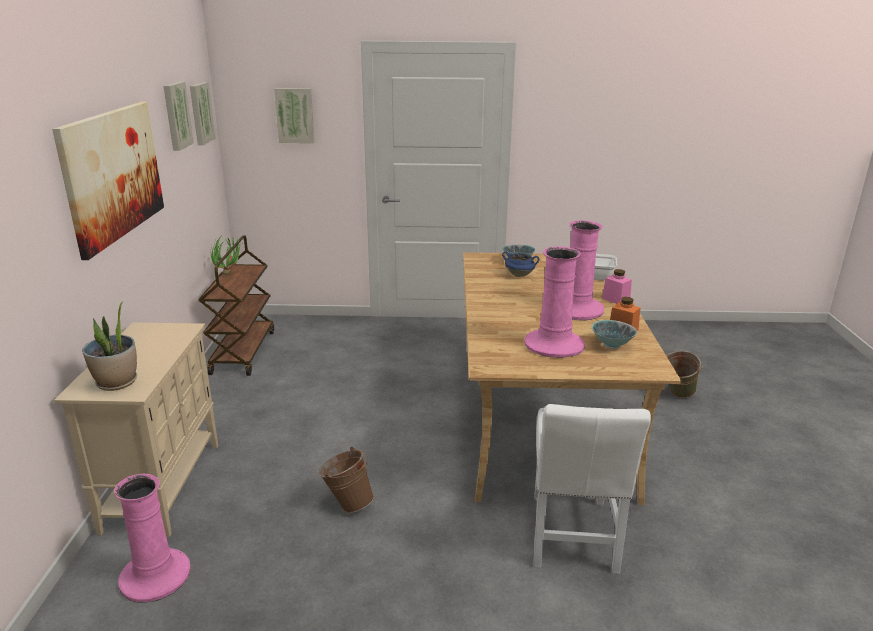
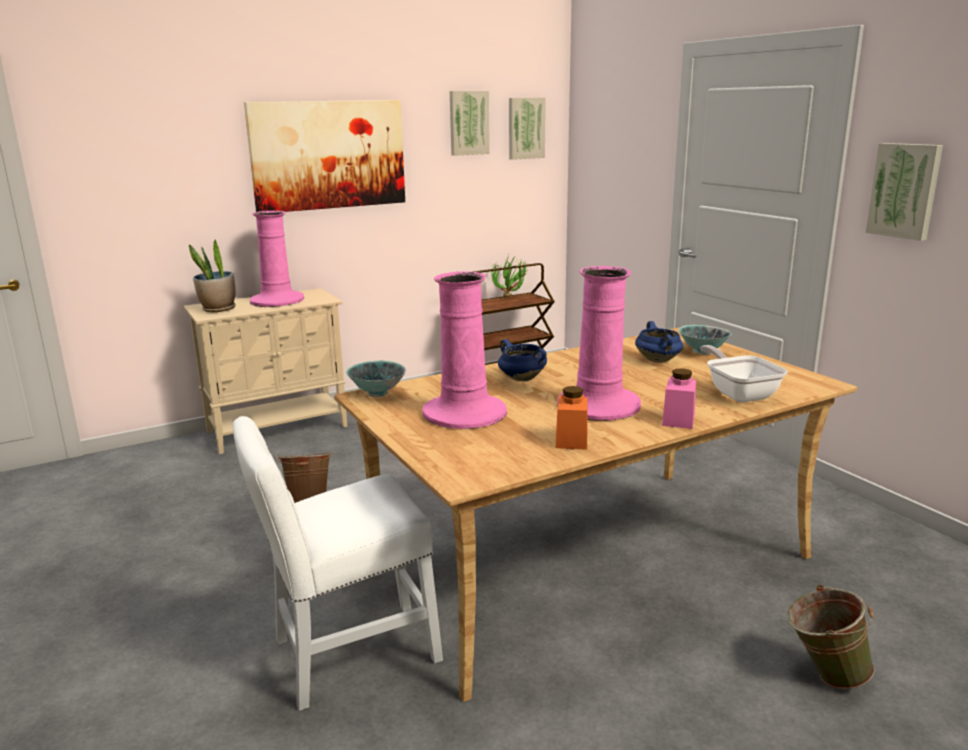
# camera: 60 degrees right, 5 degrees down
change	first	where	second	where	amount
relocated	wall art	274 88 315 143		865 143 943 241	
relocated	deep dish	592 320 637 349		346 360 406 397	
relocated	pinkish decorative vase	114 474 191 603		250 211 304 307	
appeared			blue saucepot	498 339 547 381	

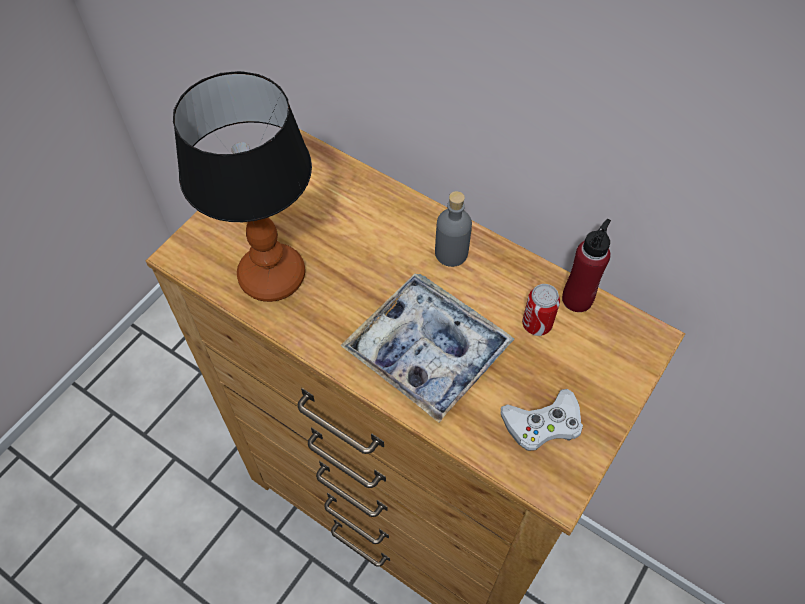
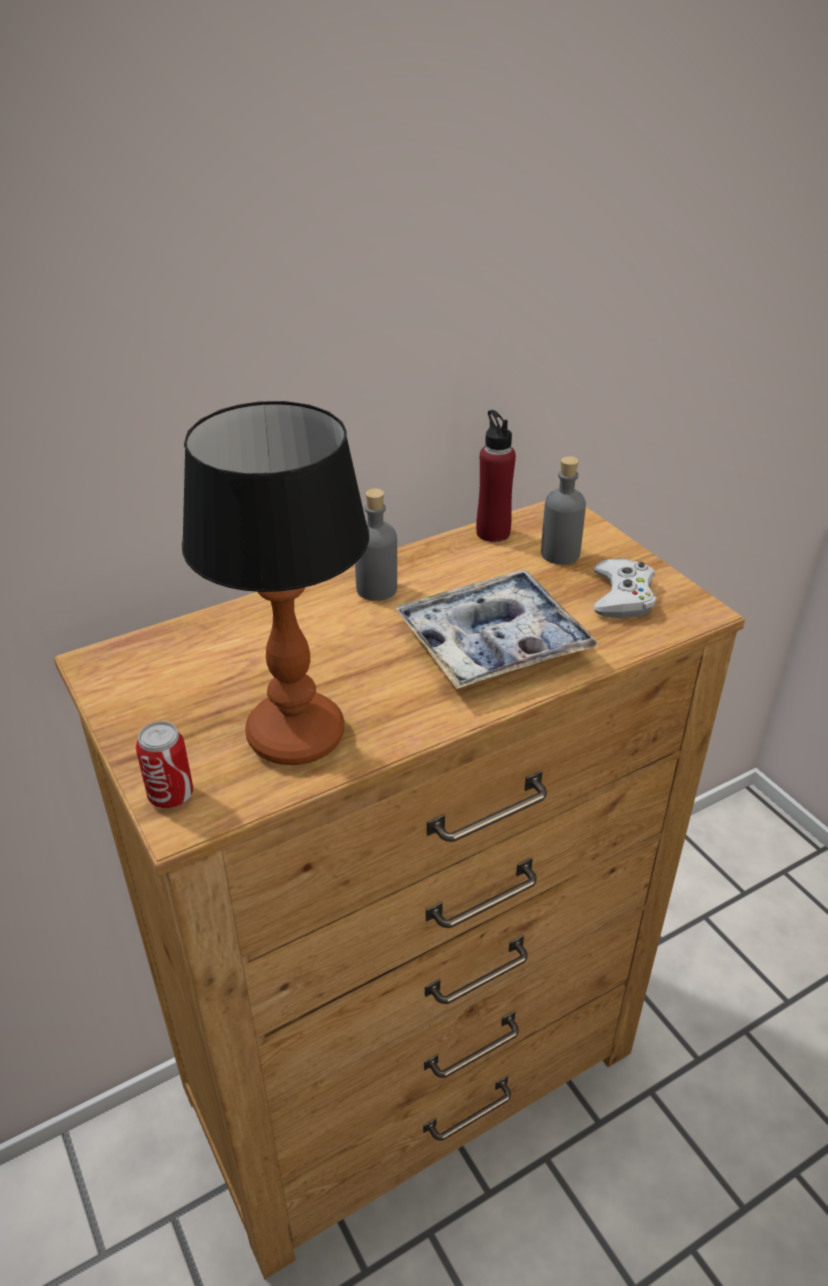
# camera: 65 degrees left, 20 degrees down
change	first	where	second	where	amount
relocated	sealed can	522 284 560 336		136 721 193 808	
appeared			greyish drink bottle	541 456 586 565	

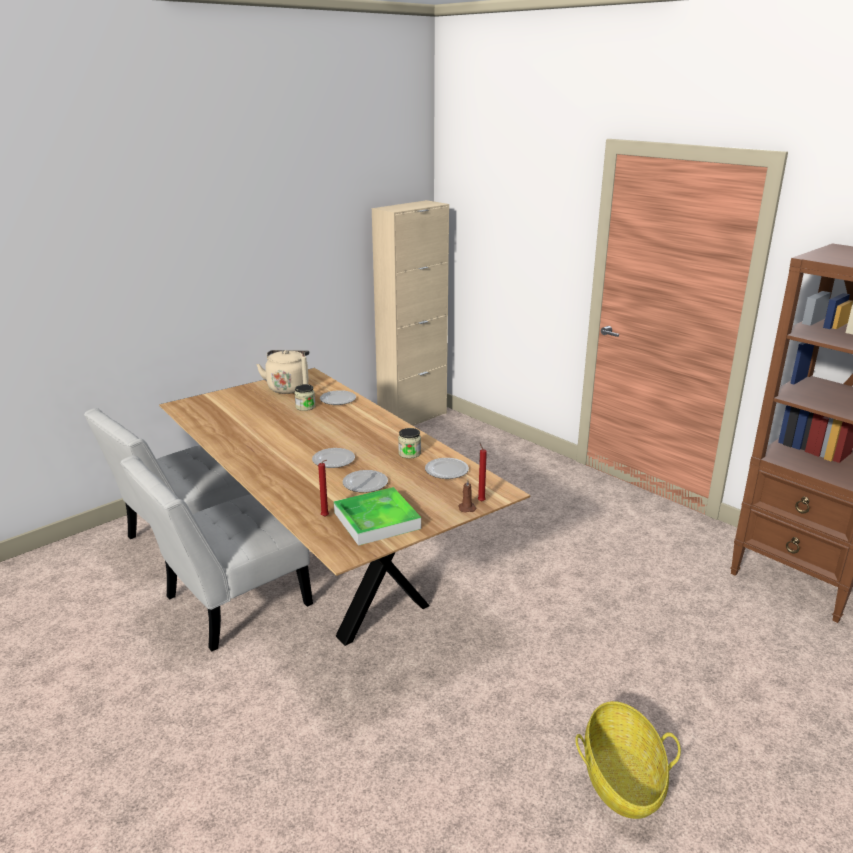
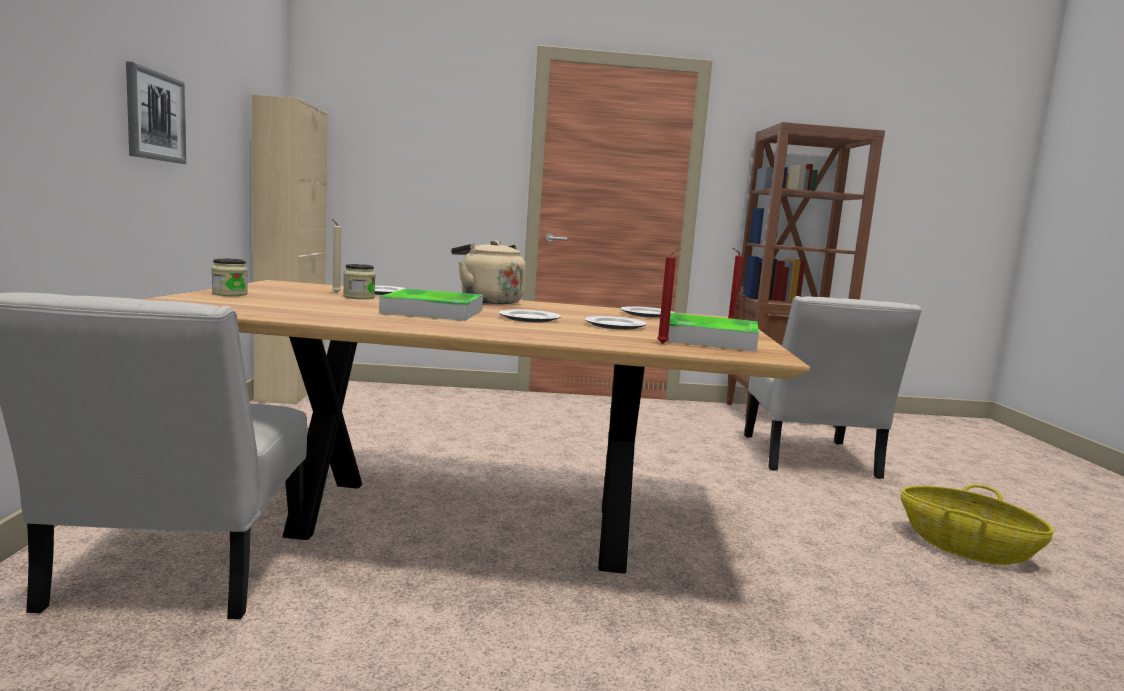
# camera: 50 degrees left, 15 degrees down
change	first	where	second	where	amount
relocated	beige water kettle	256 350 309 394		451 240 526 304	
relocated	preserve jar	398 428 421 459		212 258 248 296	
relocated	whitish chair	120 455 313 652		744 296 922 479	
appeared			wall art	126 61 187 164	
appeared			tray	379 289 483 321	

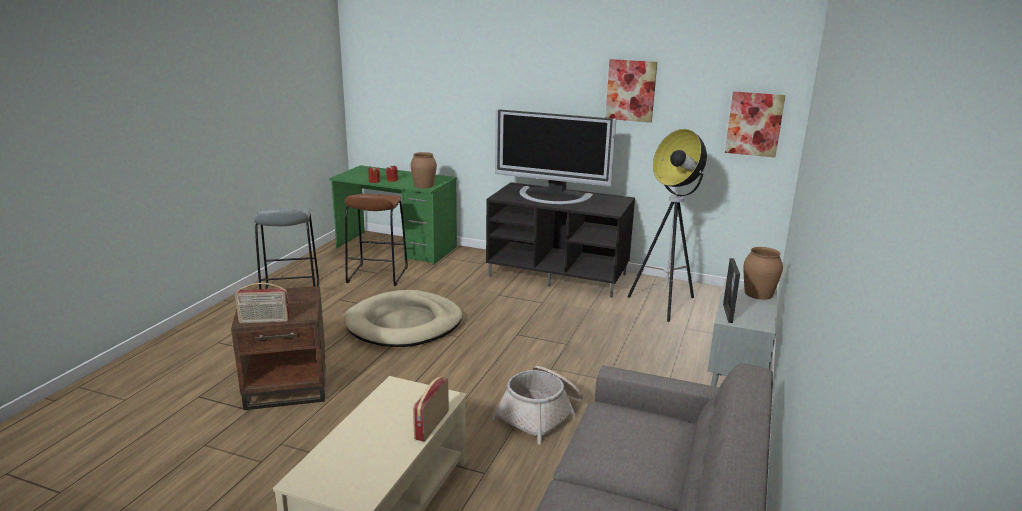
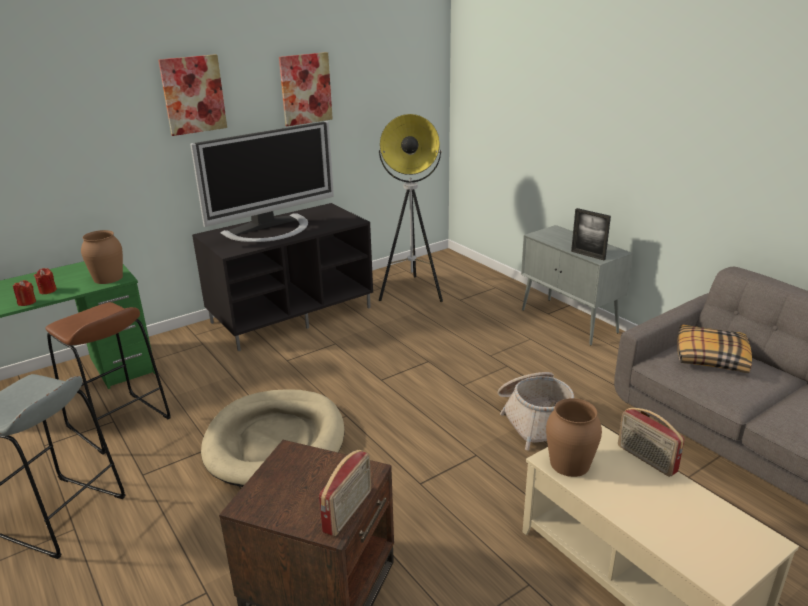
# camera: 55 degrees left, 5 degrees up
change	first	where	second	where	amount
relocated	wall art	725 91 786 158		158 54 227 136	
relocated	brownish decorative vase	744 247 783 300		546 398 602 477	
appeared			cushion	677 325 752 373	

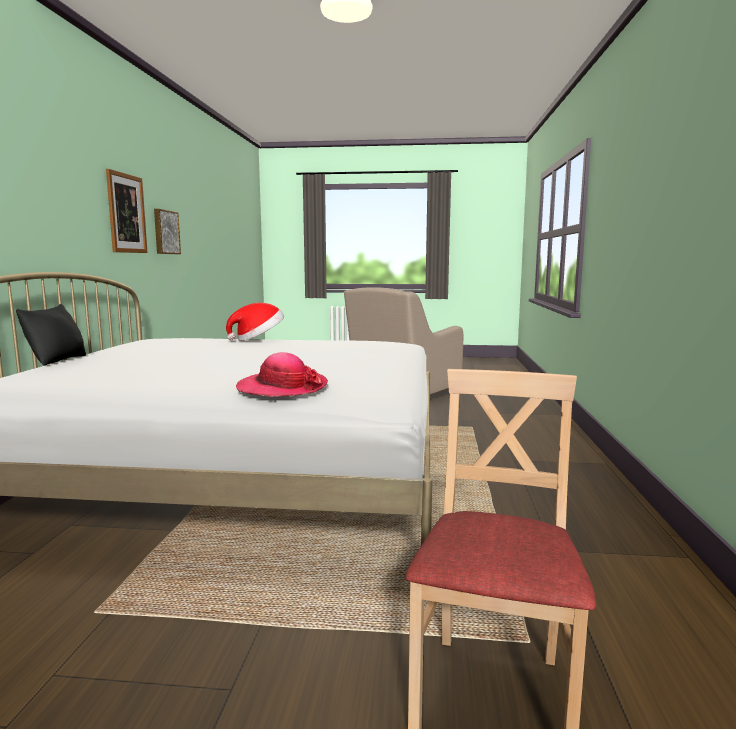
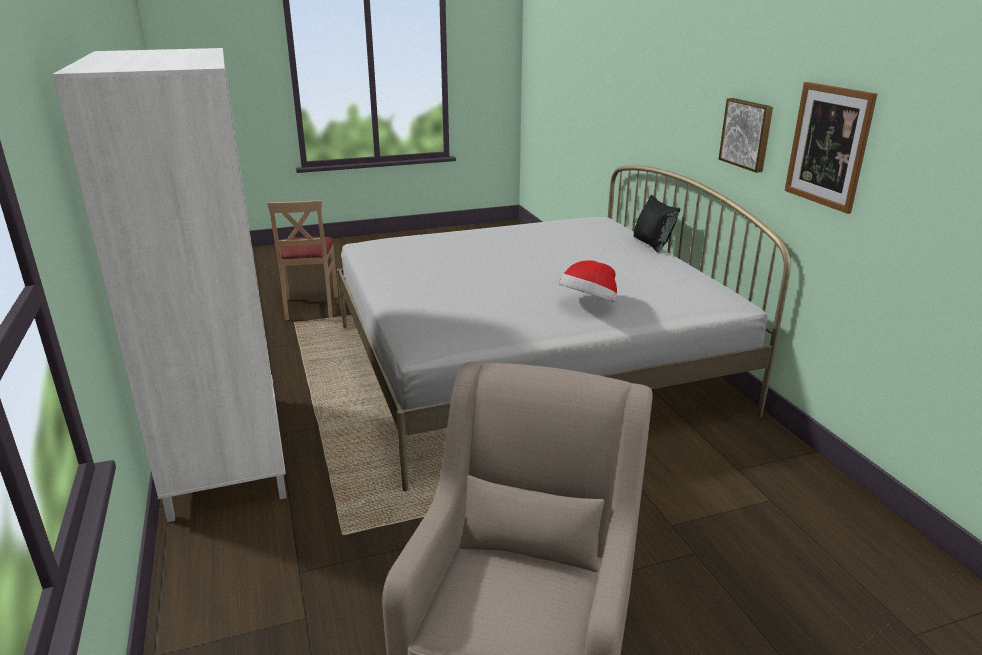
# camera: 155 degrees right, 15 degrees up
change	first	where	second	where	amount
relocated	wall art	154 209 181 254		719 98 773 173	
missing	wearable hat	236 352 328 397			
appeared			whitish armoire	52 48 287 522	

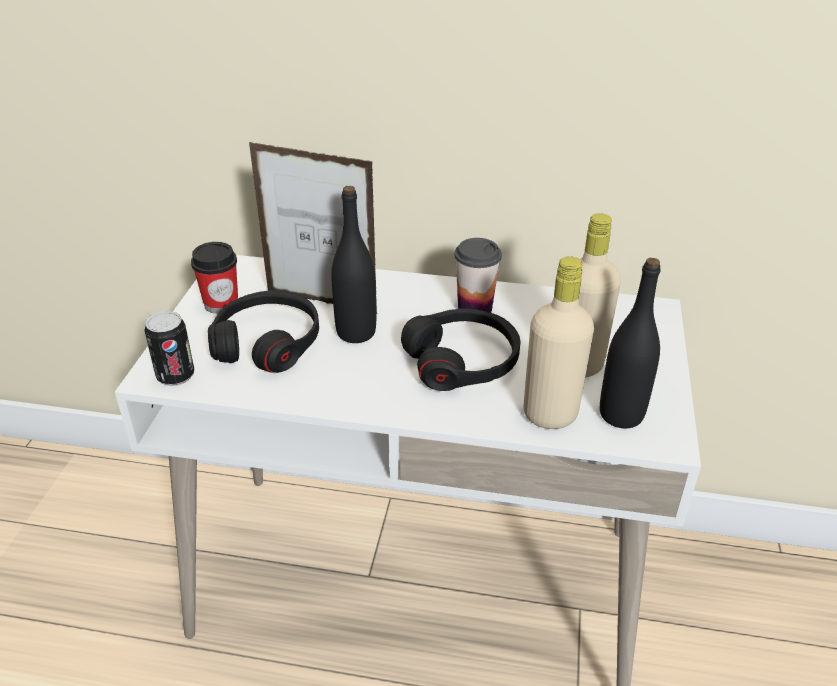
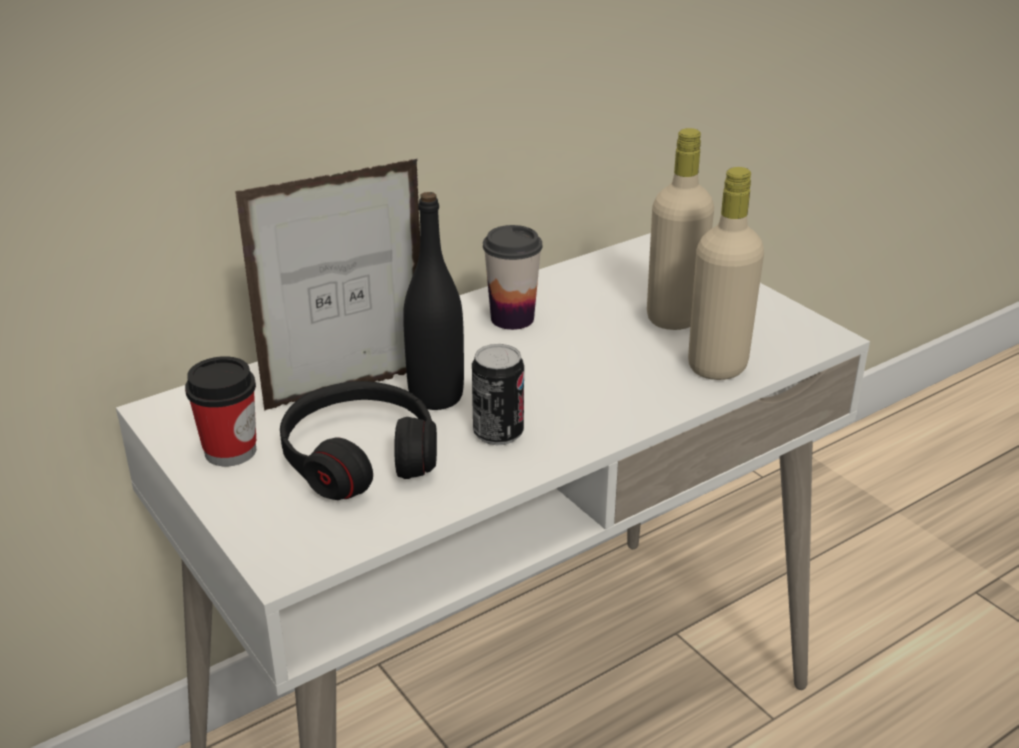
# camera: 45 degrees left, 5 degrees down
change	first	where	second	where	amount
missing	black drink bottle	600 258 661 428			
missing	black headset	401 309 520 391			
relocated	sealed can	144 311 194 386		472 344 524 445	

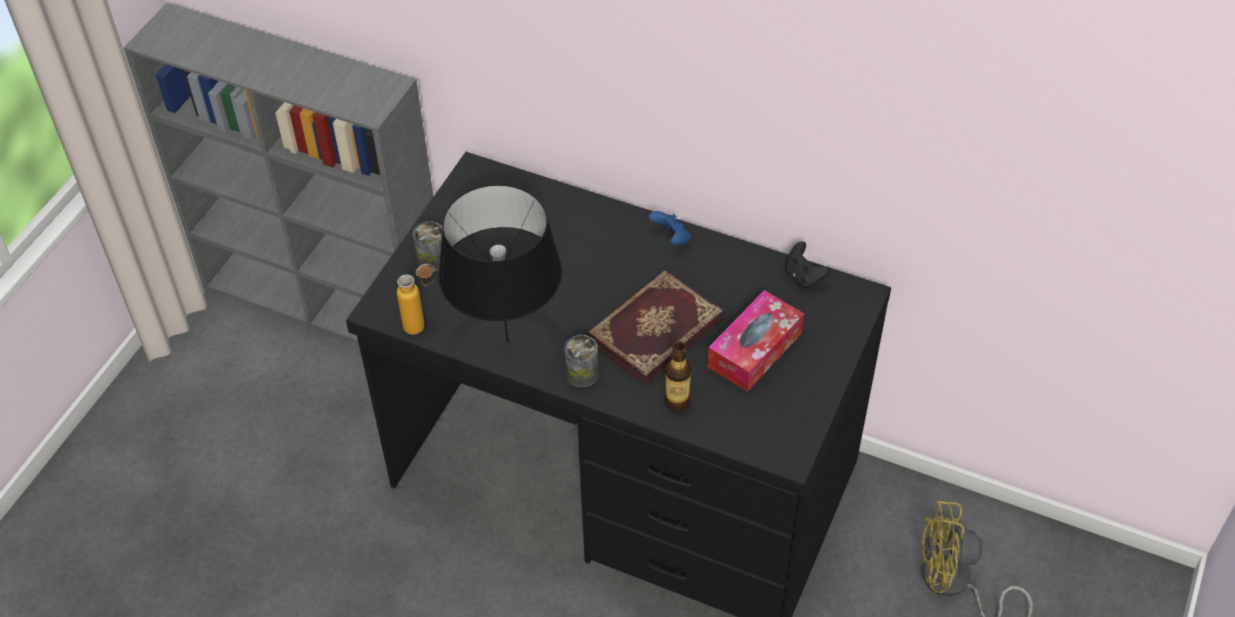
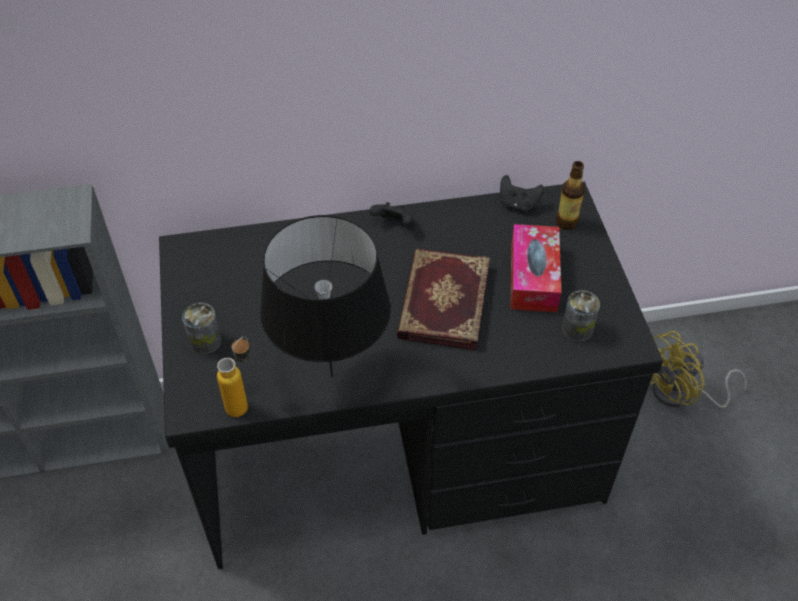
# camera: 35 degrees left, 0 degrees up
change	first	where	second	where	amount
colour	blue gamepad	648 211 691 245	black gamepad	369 202 414 226	
relocated	sealed can	564 335 599 387		562 290 600 341	
relocated	drink bottle	664 342 691 412		556 161 585 230	

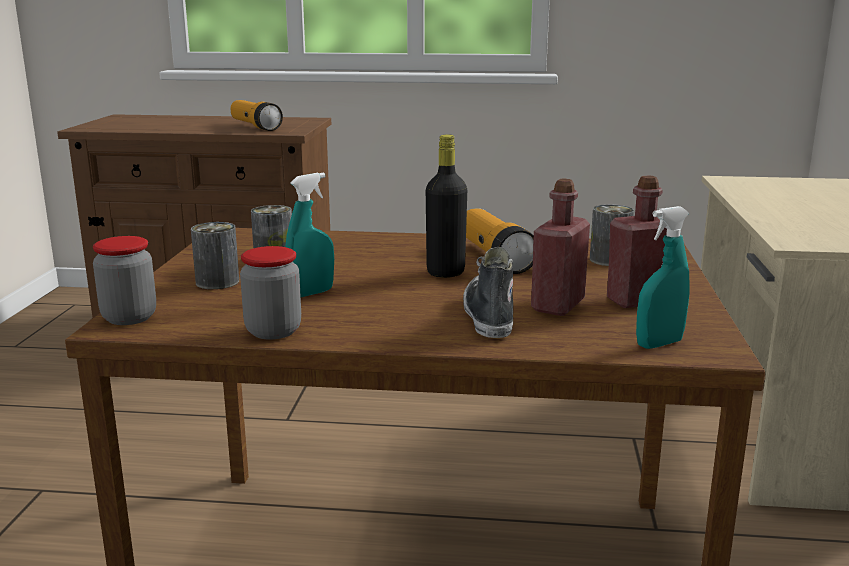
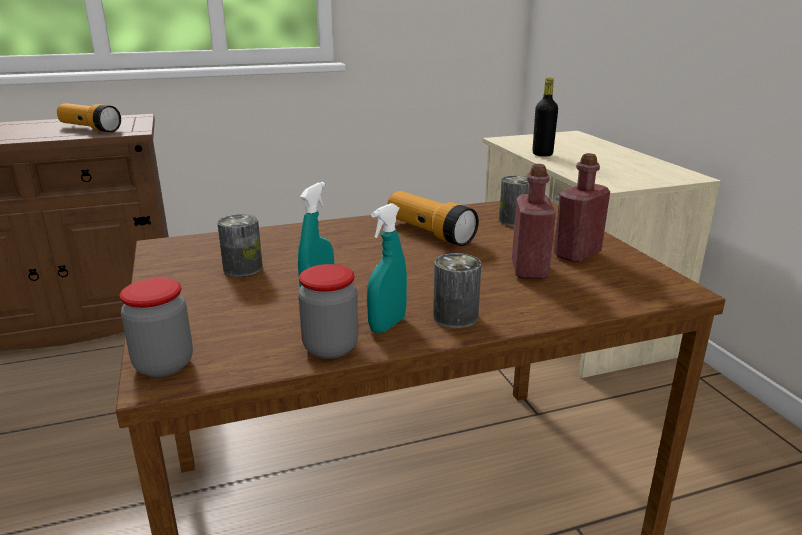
# camera: 25 degrees left, 5 degrees up
change	first	where	second	where	amount
relocated	black drink bottle	426 134 467 278		532 78 558 157	
relocated	turquoise-coloured hand sprayer	636 206 690 349		367 203 407 333	
relocated	sealed can	191 222 239 289		433 253 481 328	
missing	low shoe	463 247 513 338			

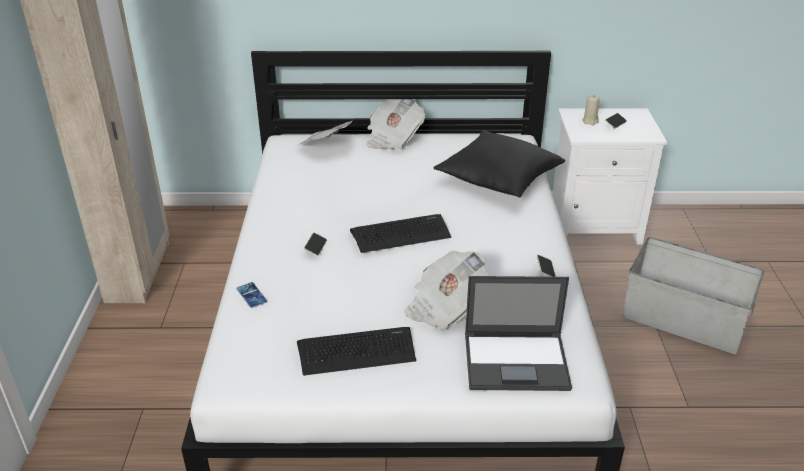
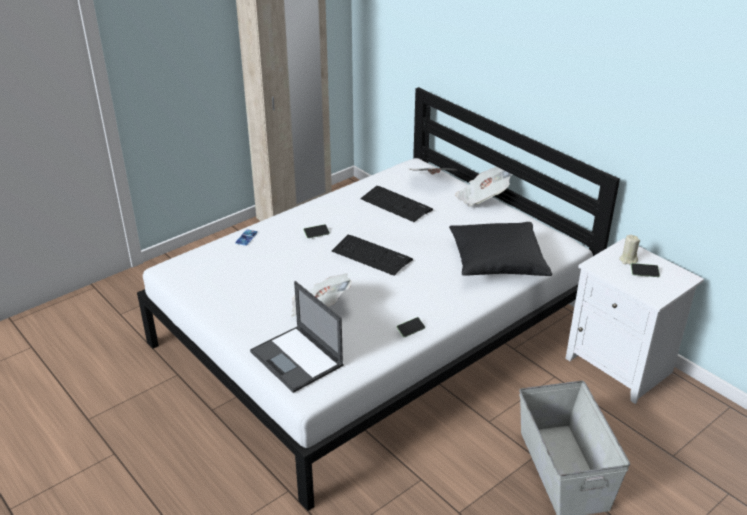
# camera: 50 degrees right, 0 degrees up
change	first	where	second	where	amount
relocated	computer keyboard	297 327 416 376		360 186 433 222	

